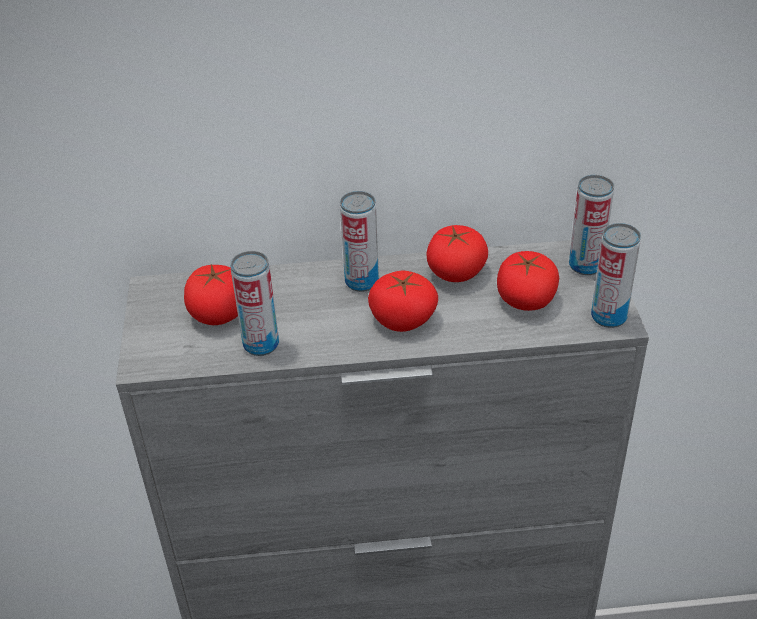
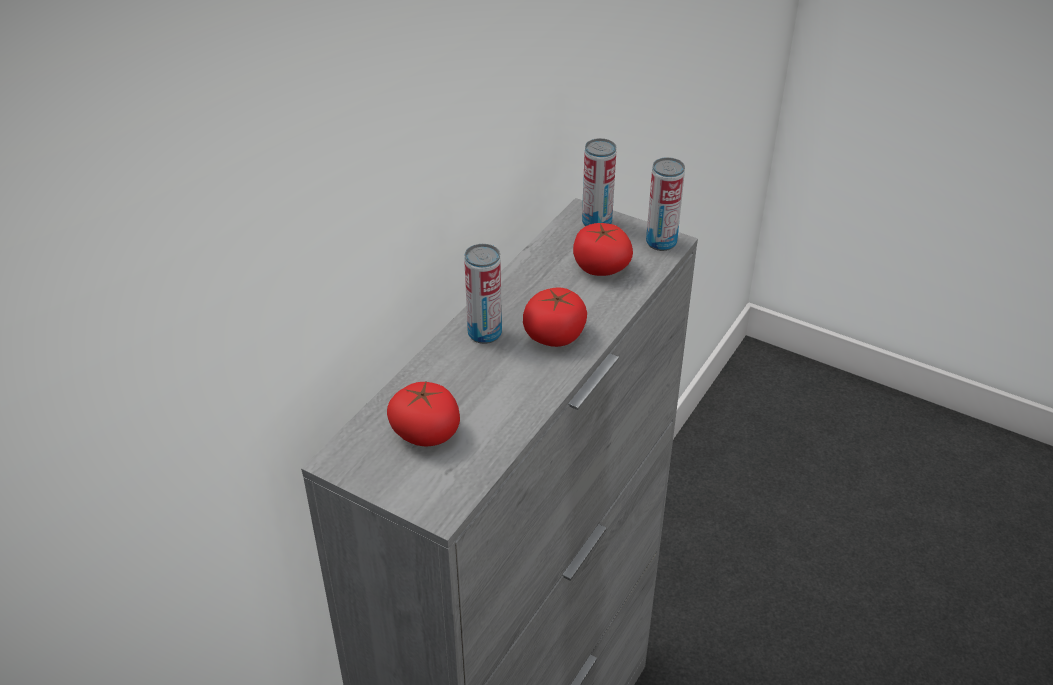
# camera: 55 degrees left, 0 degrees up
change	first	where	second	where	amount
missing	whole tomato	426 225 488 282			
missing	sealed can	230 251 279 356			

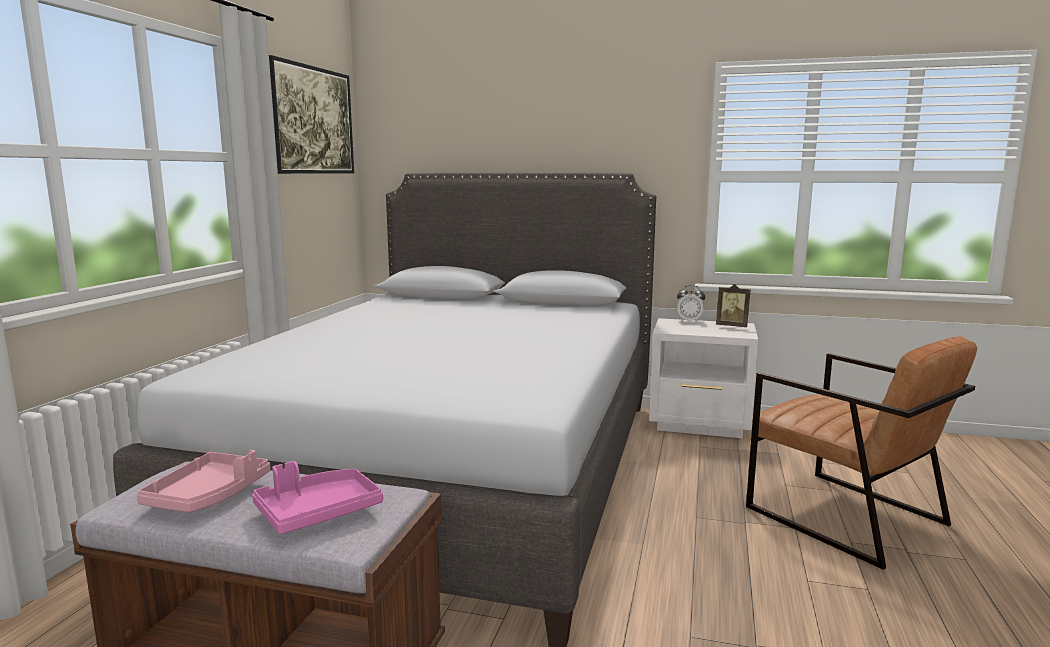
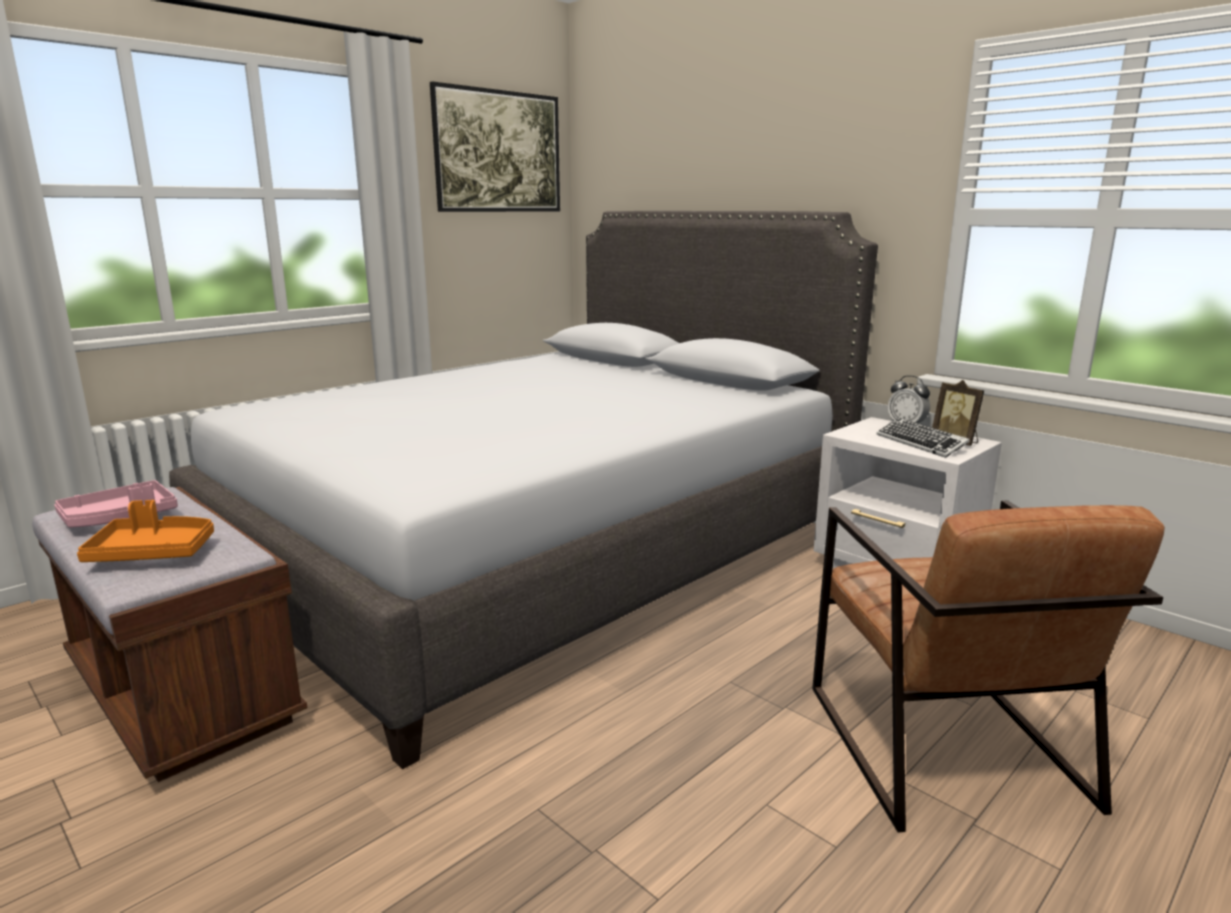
# camera: 30 degrees right, 5 degrees up
change	first	where	second	where	amount
colour	pinkish tray	252 461 383 534	orange tray	77 500 214 562	
appeared			computer keyboard	877 418 970 458	

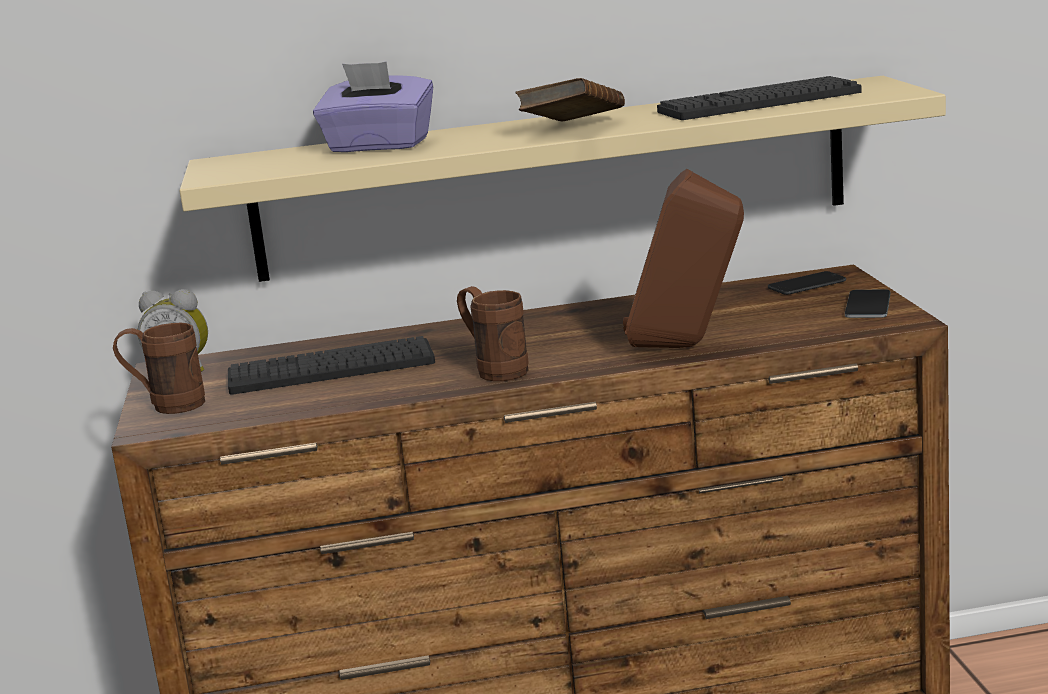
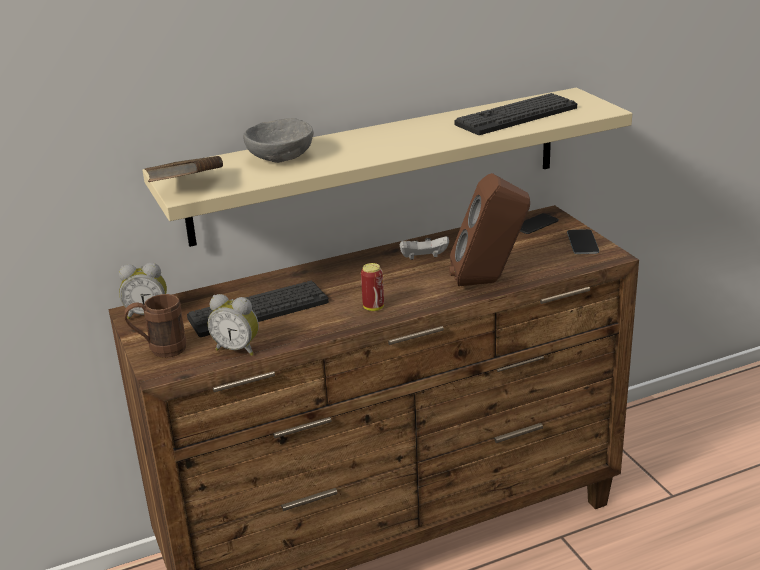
# camera: 15 degrees left, 10 degrees up
change	first	where	second	where	amount
exchanged	purple-coloured tissue box	313 62 433 152	greyish deep dish	243 118 314 163	
relocated	brownish volume	515 78 625 121		145 156 223 182	
exchanged	brownish tea mug	457 286 529 381	sealed can	361 263 384 311	
appeared			whitish gamepad	400 236 449 260	
appeared			alarm clock	208 294 259 356	

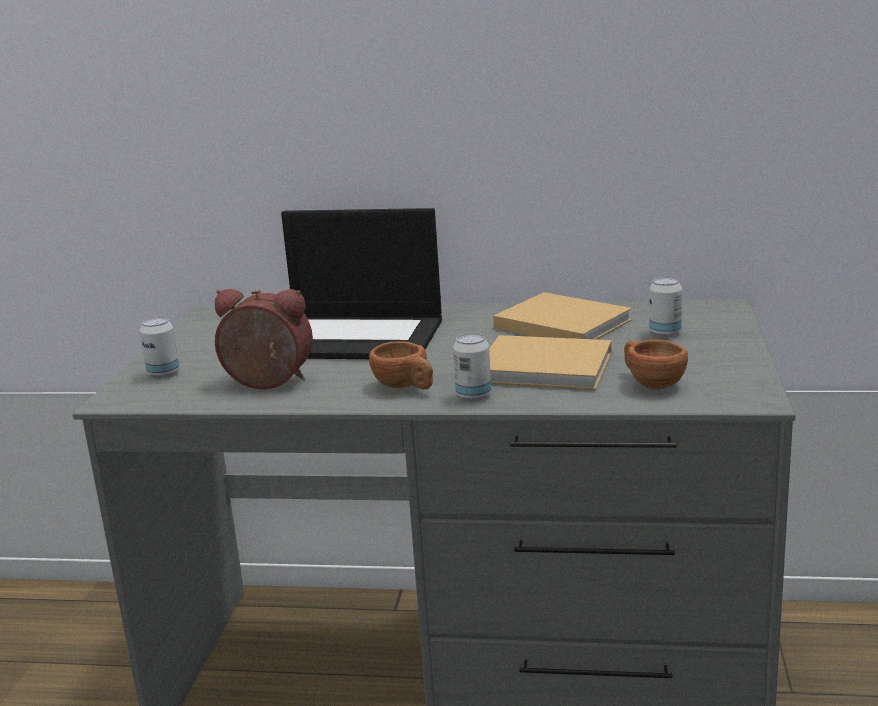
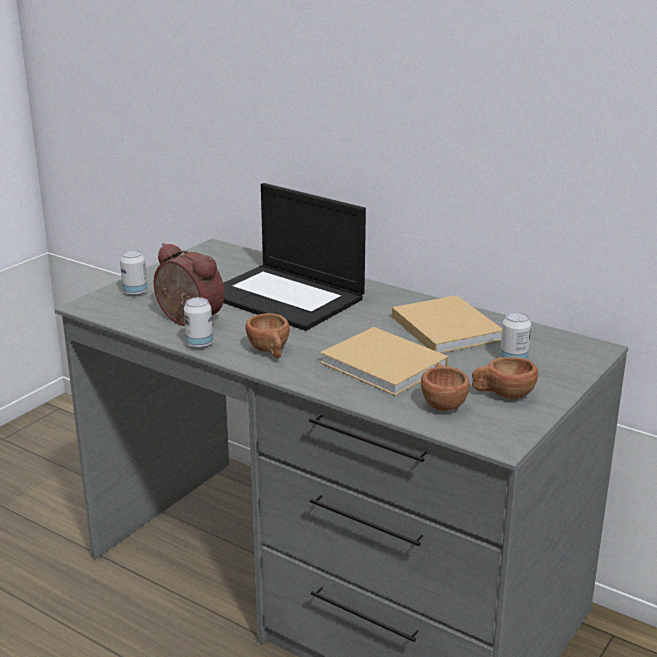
# camera: 25 degrees right, 5 degrees up
change	first	where	second	where	amount
relocated	sealed can	453 333 491 401		184 297 213 349	
appeared			brownish drinking cup	472 357 538 399	

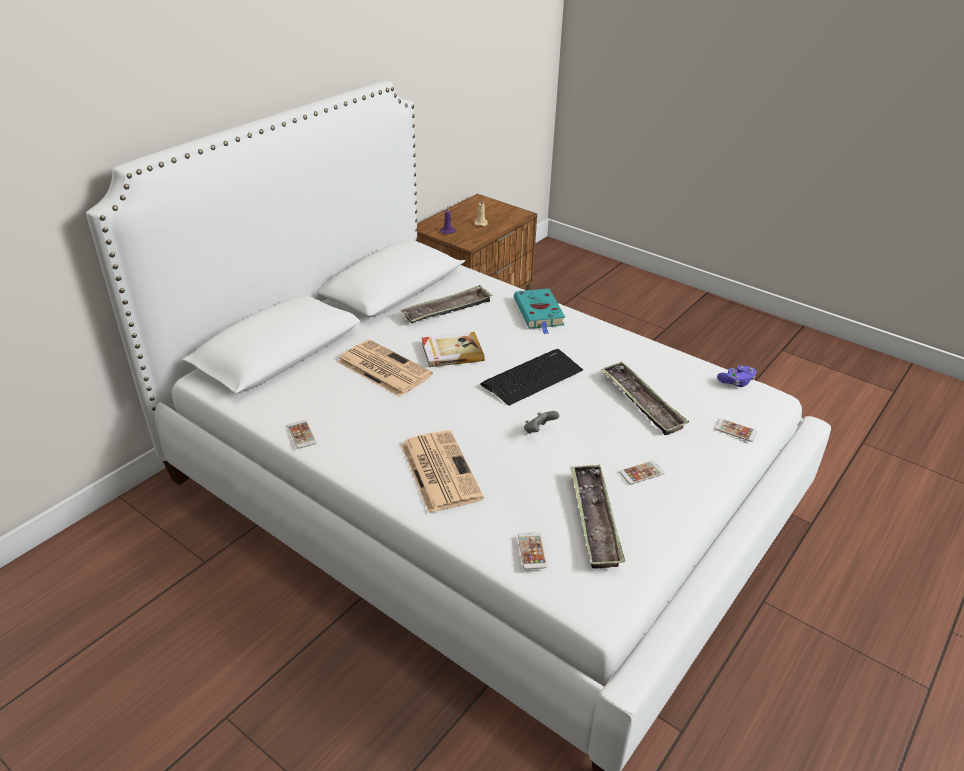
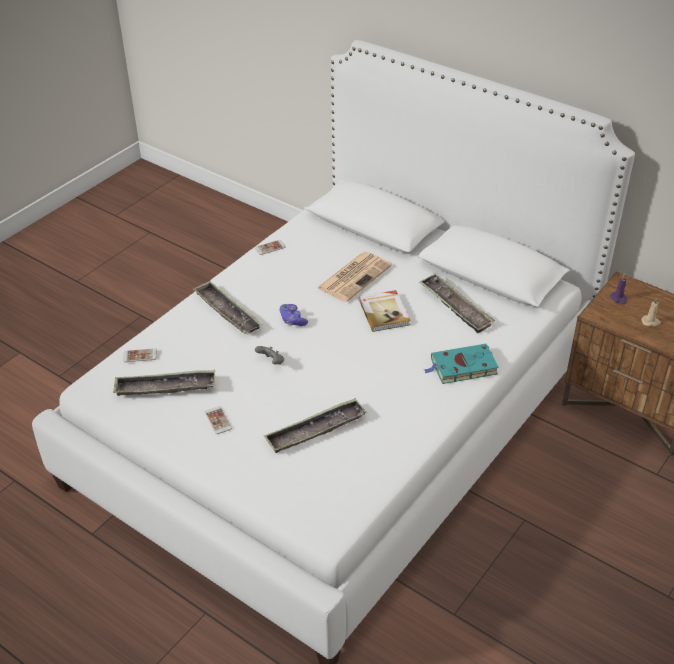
# camera: 90 degrees right, 5 degrees up
change	first	where	second	where	amount
missing	computer keyboard	480 349 583 406			
relocated	purple-coloured gamepad	717 365 757 387		279 304 308 326	
missing	phone	714 418 758 442			
exchanged	printed paper	401 430 484 513	tray	192 281 263 333	

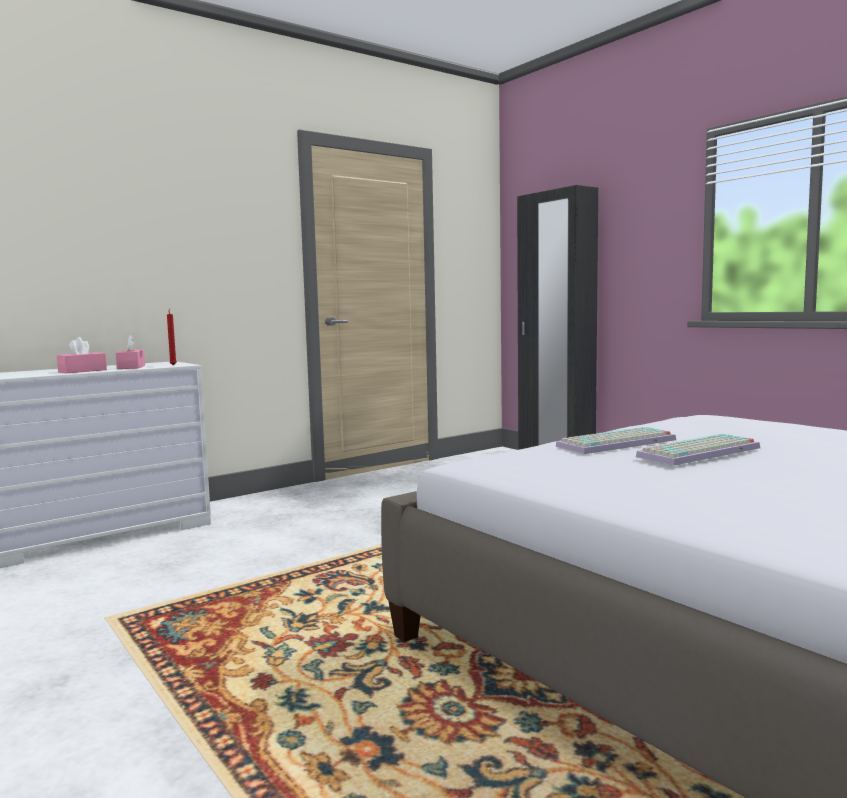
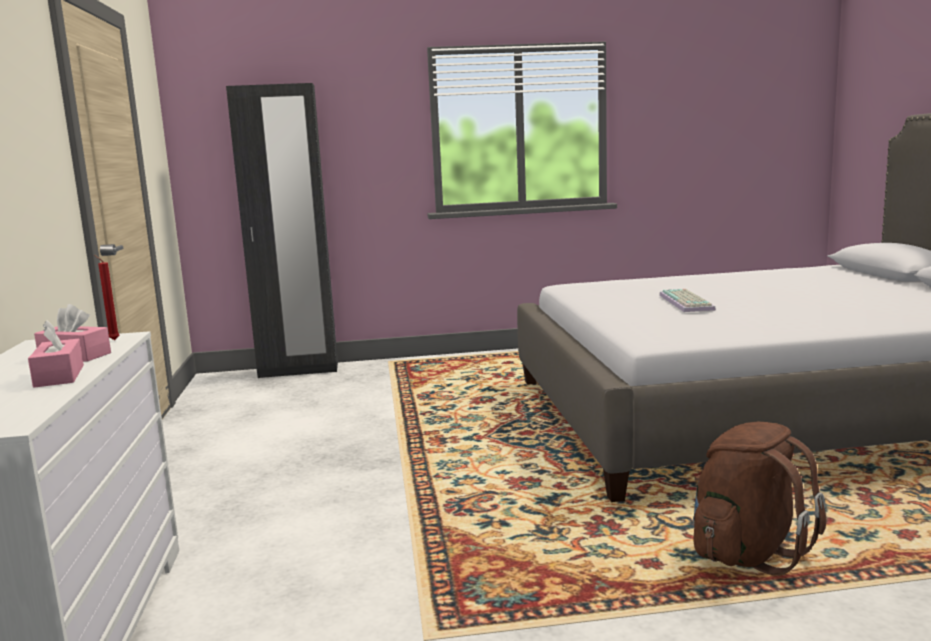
# camera: 60 degrees left, 5 degrees up
change	first	where	second	where	amount
missing	computer keyboard	556 427 676 454			
appeared			brownish knapsack	693 422 826 576	

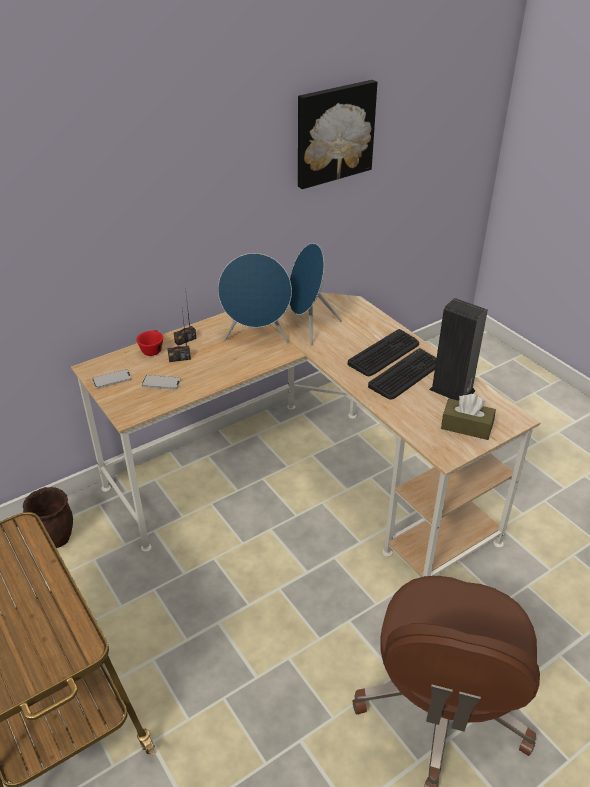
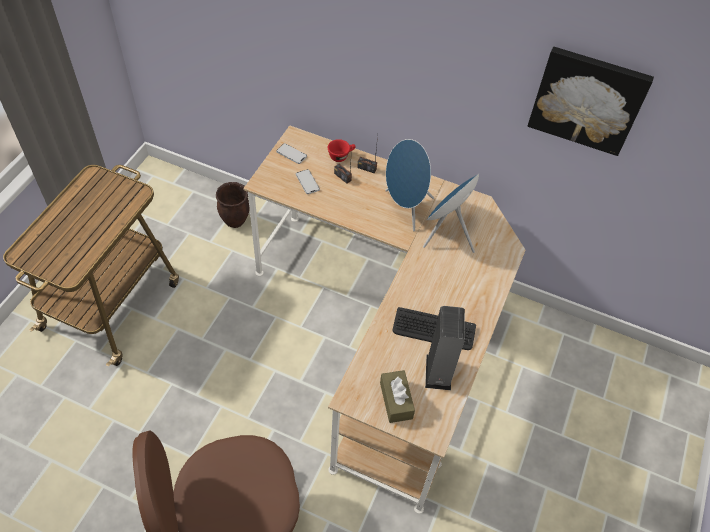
# camera: 55 degrees right, 15 degrees up
change	first	where	second	where	amount
missing	computer keyboard	348 329 419 376			

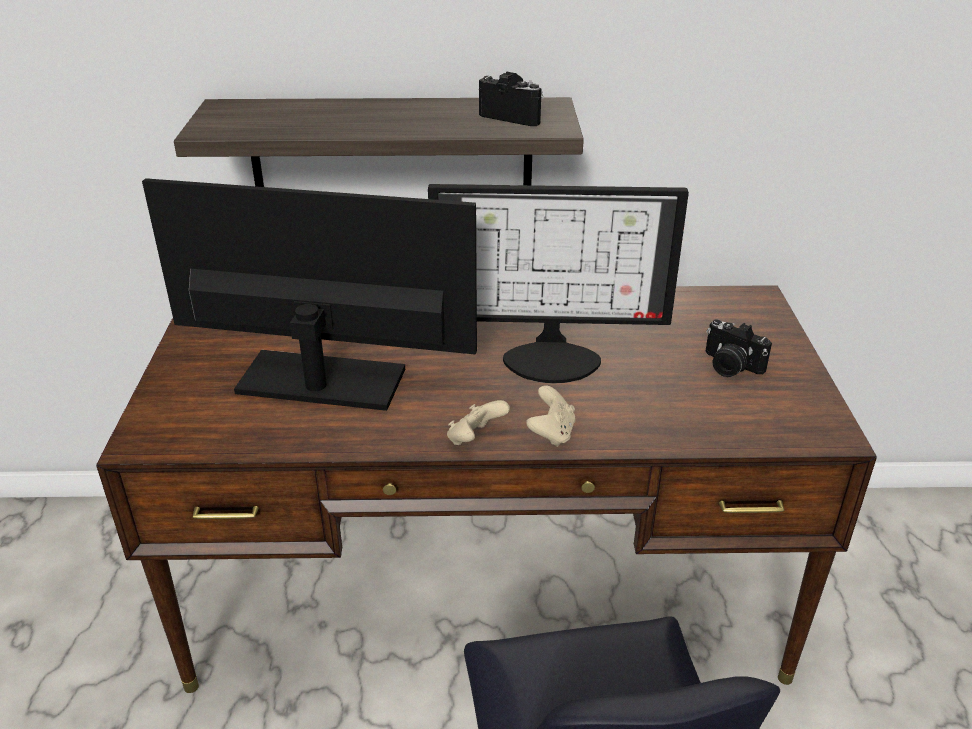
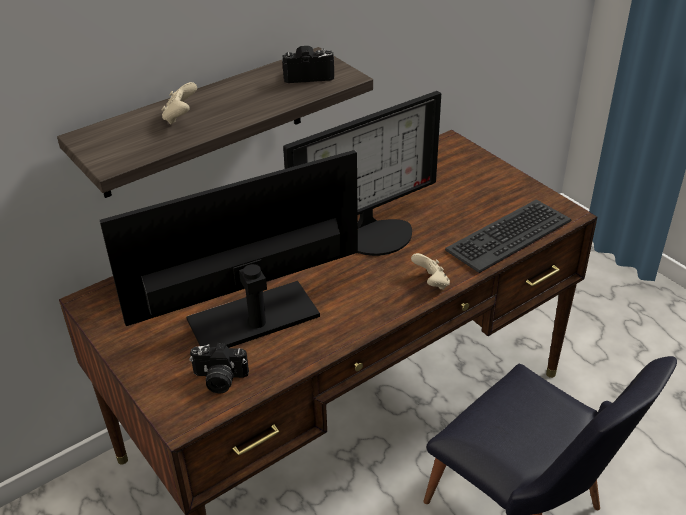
# camera: 35 degrees left, 5 degrees up
change	first	where	second	where	amount
relocated	photo camera	705 319 772 377		190 343 249 393	
relocated	beige gamepad	447 400 510 445		162 82 197 125	
appeared			computer keyboard	445 200 571 273	

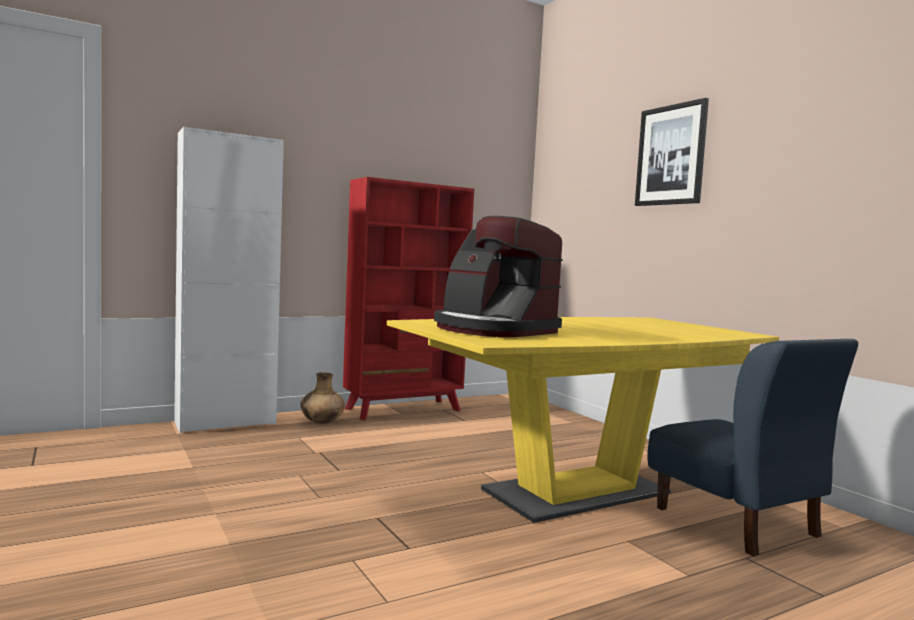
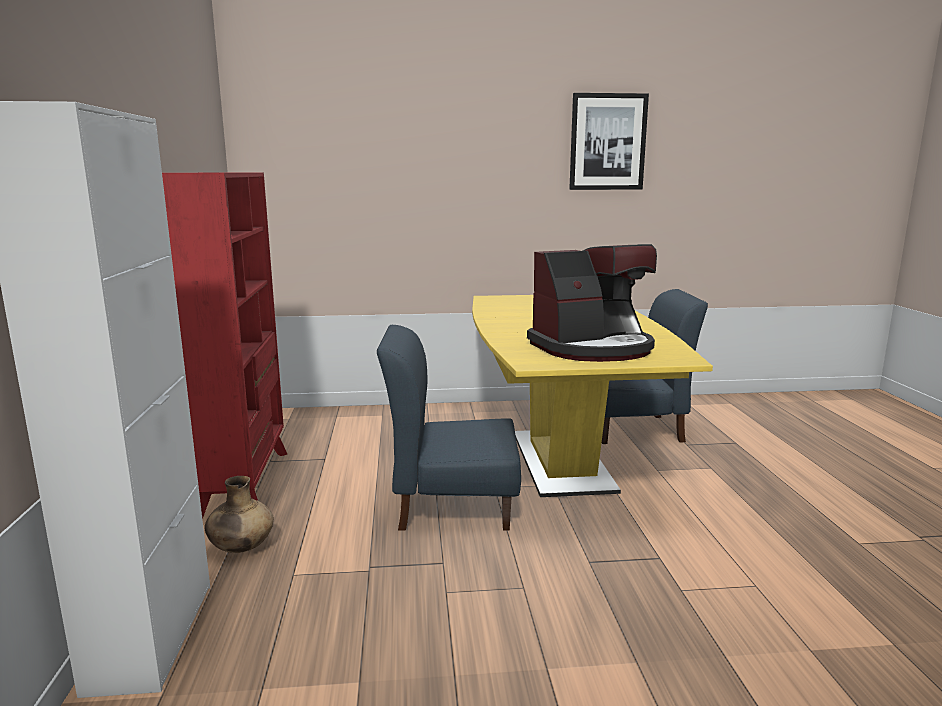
# camera: 65 degrees left, 10 degrees up
change	first	where	second	where	amount
relocated	wall art	635 98 709 206		569 93 649 190	
appeared			blue chair	377 325 521 531	

